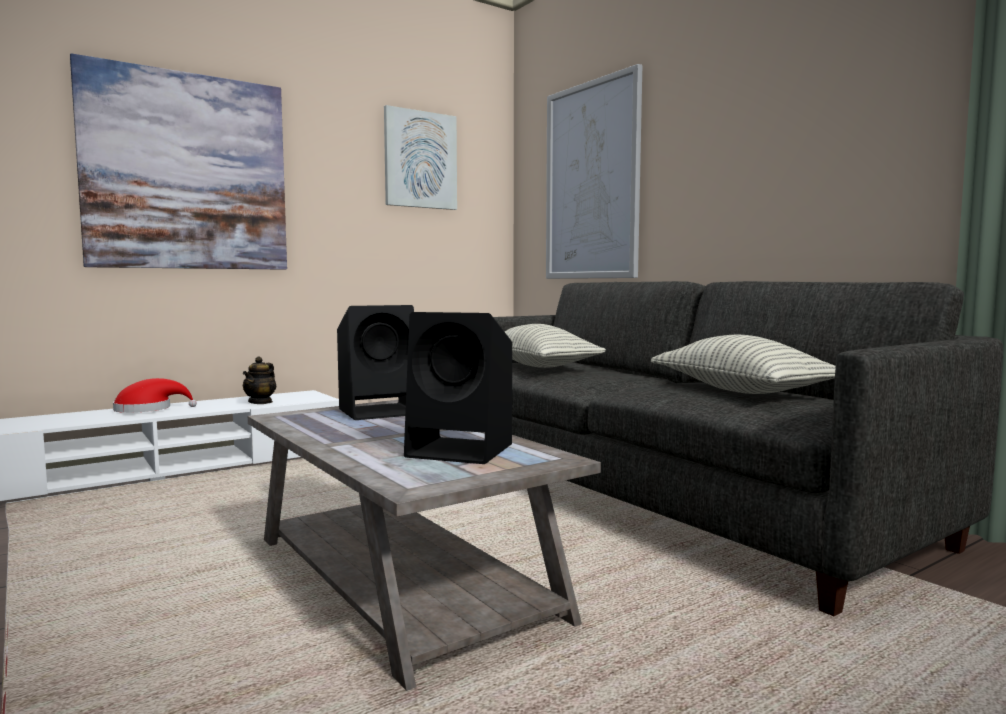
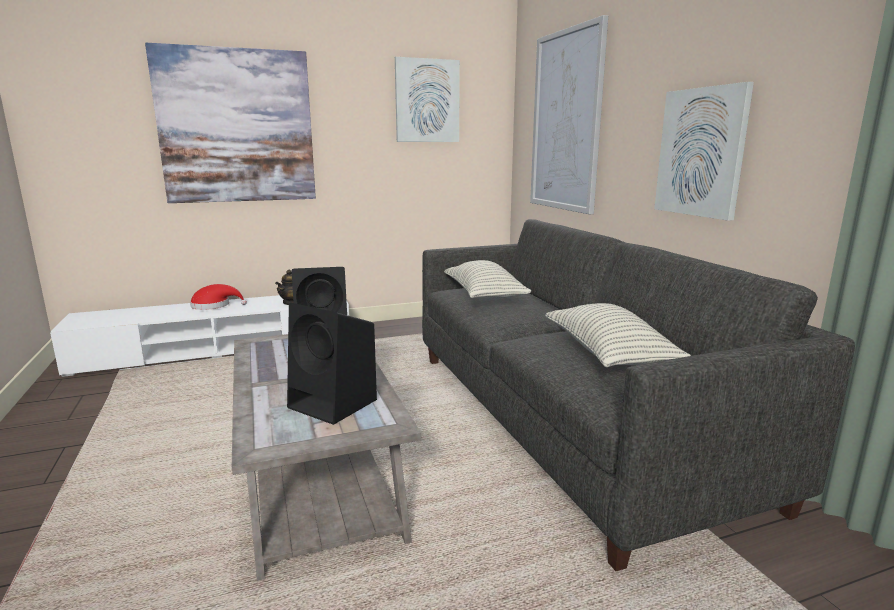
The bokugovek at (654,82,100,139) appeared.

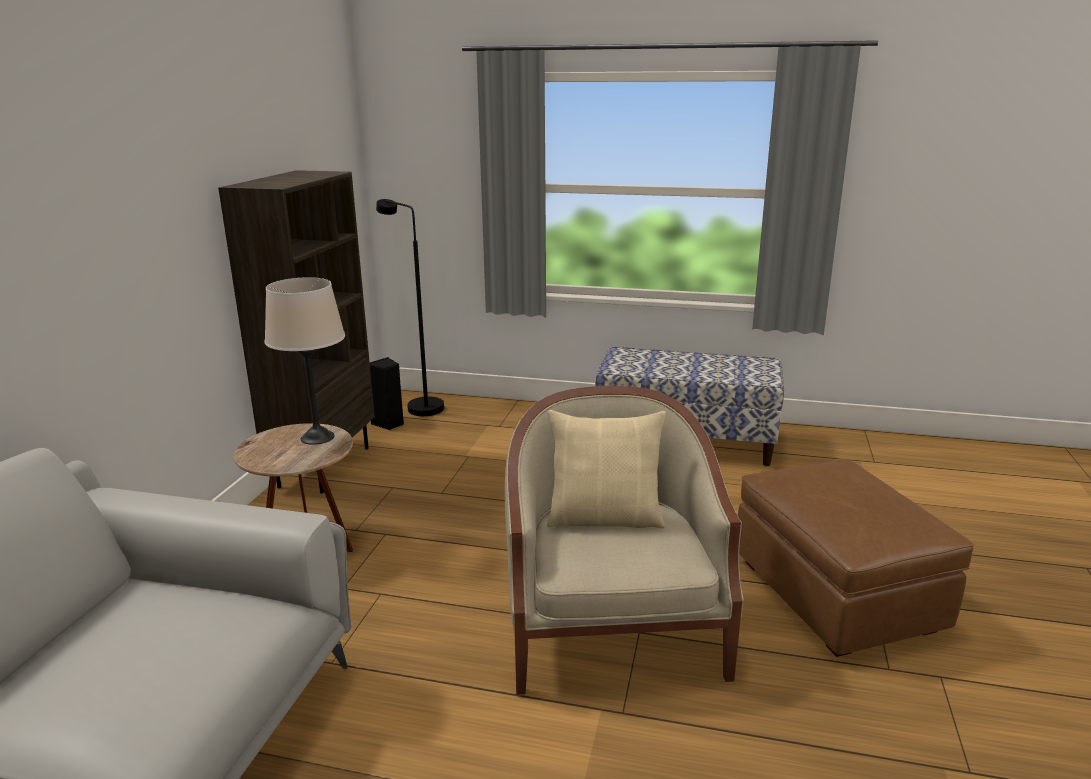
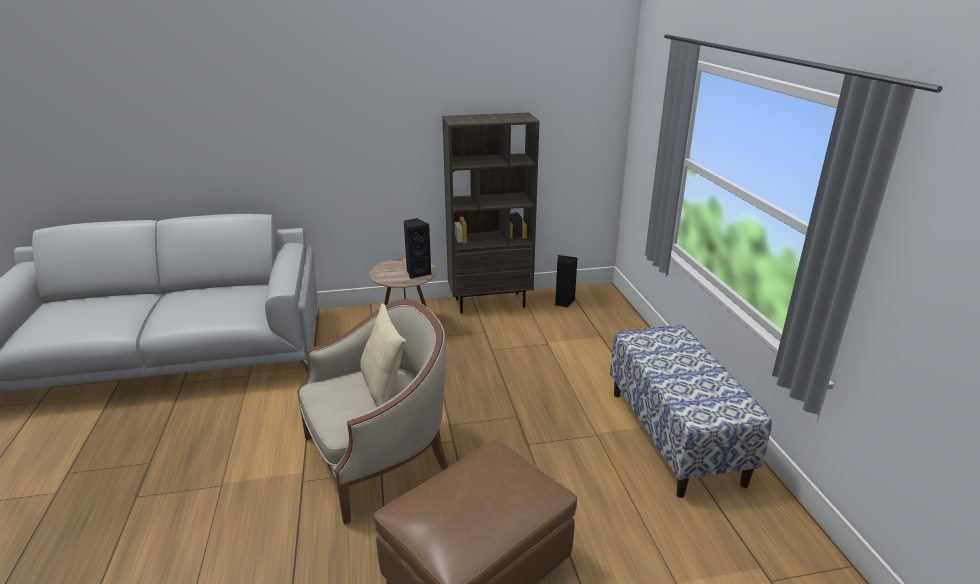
The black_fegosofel at (376,199,68,217) disappeared.
The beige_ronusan at (265,277,80,168) was replaced by the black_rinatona at (404,218,27,61).

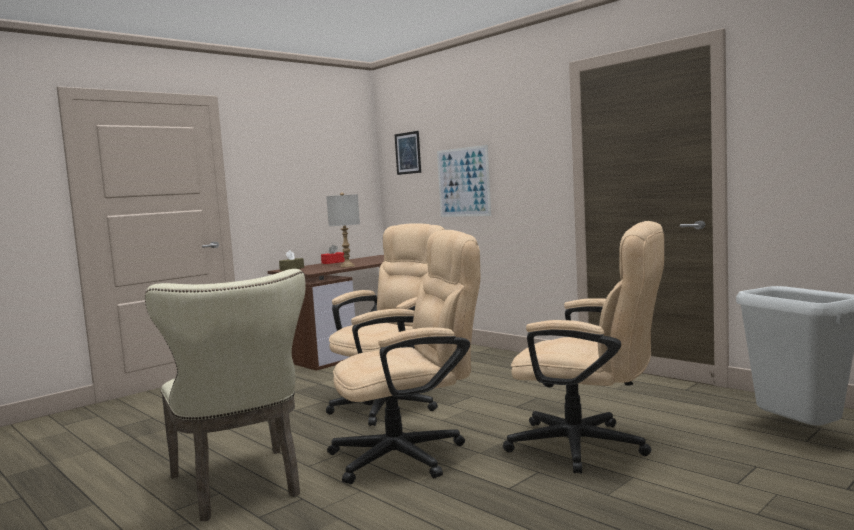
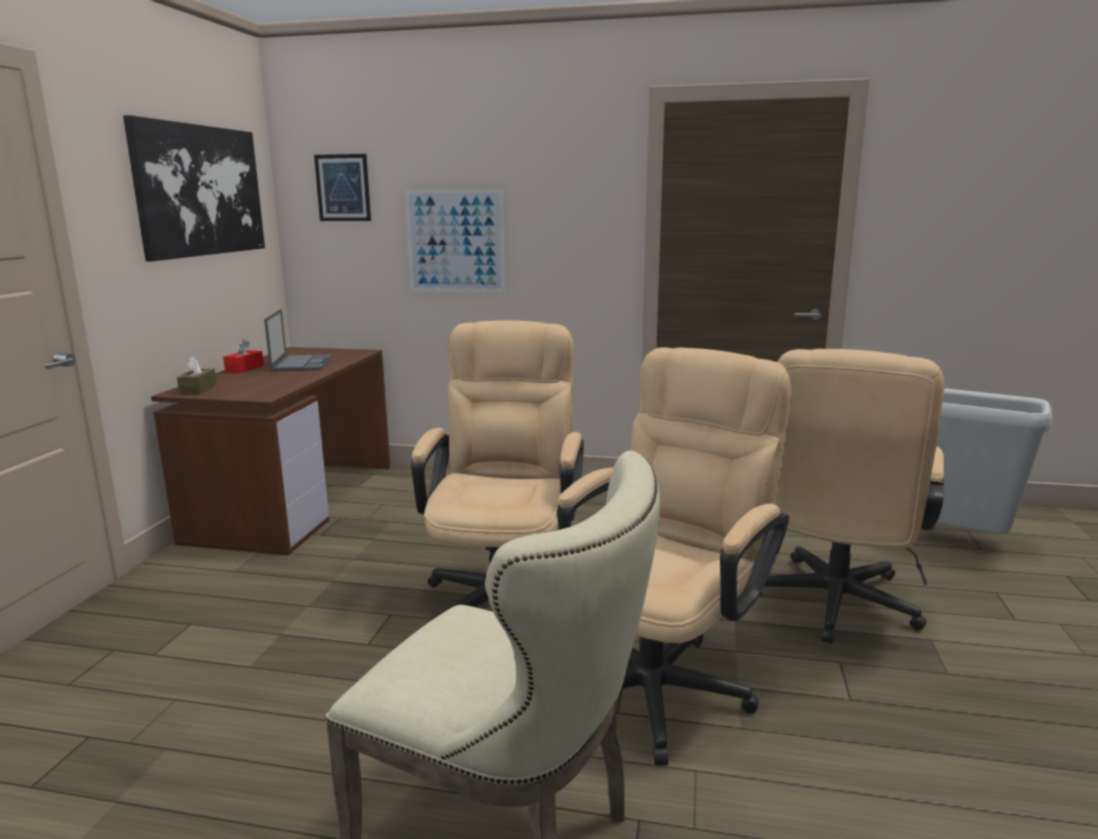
The grey_ronusan at (326,192,34,75) disappeared.
The bokugovek at (123,115,142,147) appeared.
The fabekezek at (264,309,68,62) appeared.
The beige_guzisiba at (503,221,161,253) turned 120 degrees clockwise.

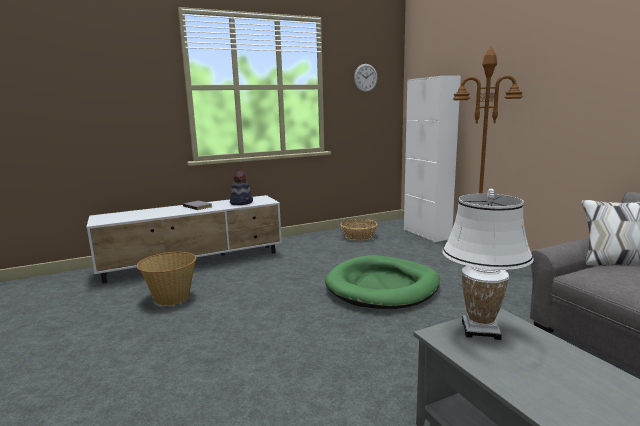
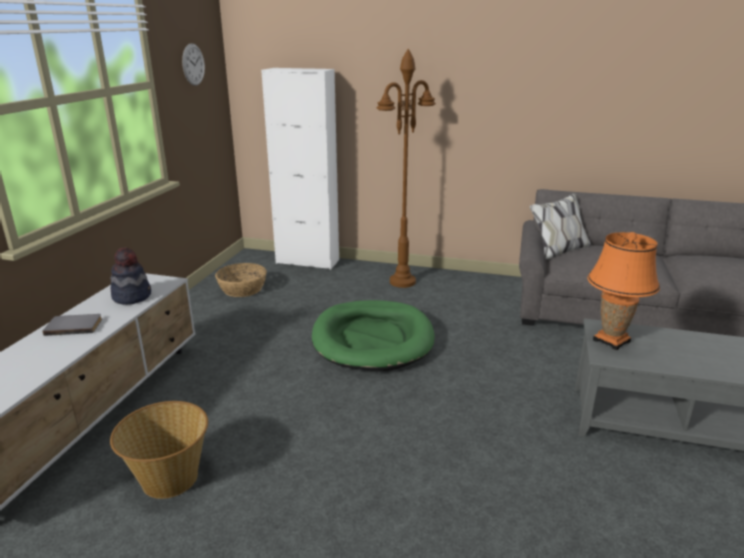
The white_ronusan at (442,189,92,151) became the orange_ronusan at (587,232,73,119).

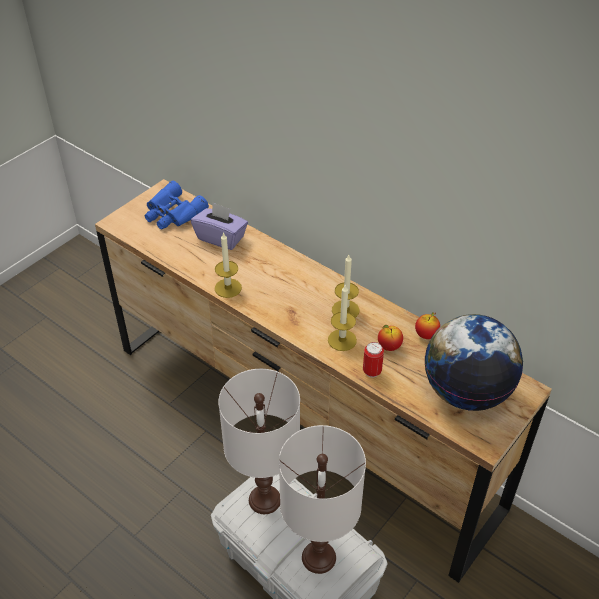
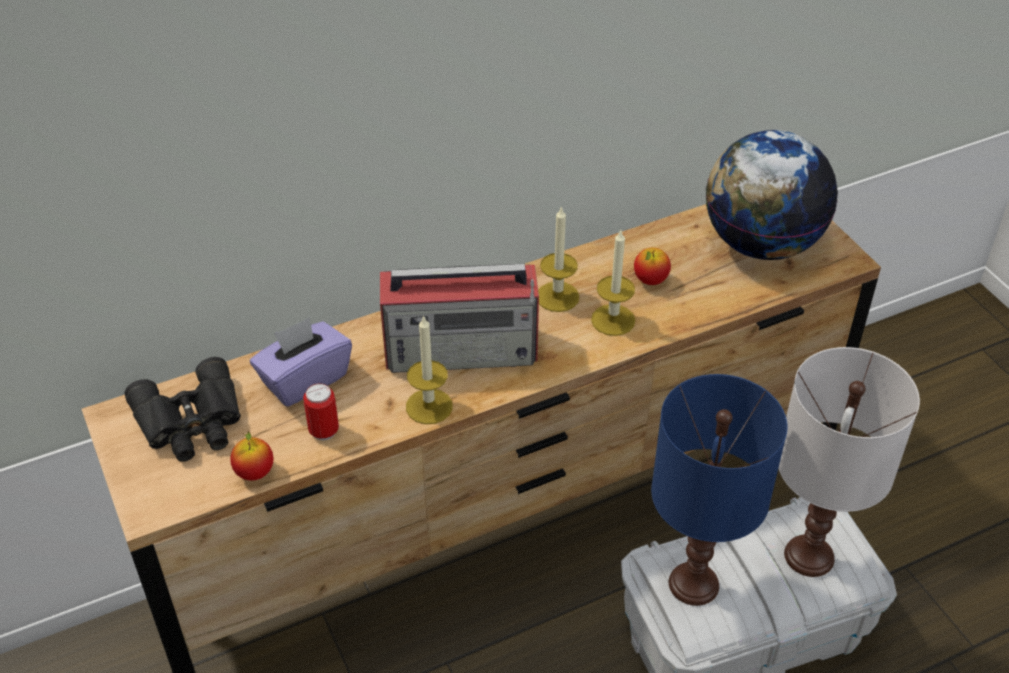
The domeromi at (380,264,159,109) appeared.
The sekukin moved from (363,342,21,35) to (303,383,36,57).
The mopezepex moved from (415,312,25,27) to (230,432,43,49).
The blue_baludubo at (144,181,65,49) became the black_baludubo at (125,357,116,105).
The white_ronusan at (218,369,82,145) became the blue_ronusan at (651,374,136,232).

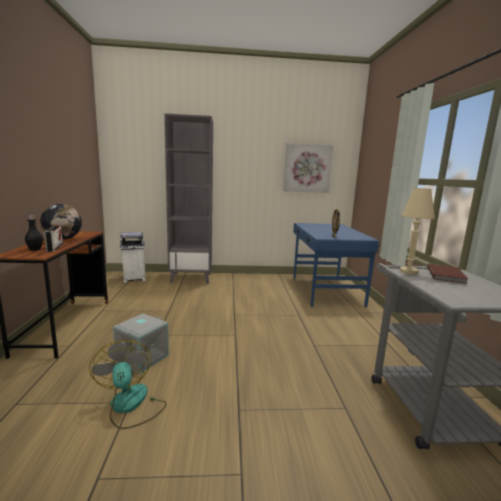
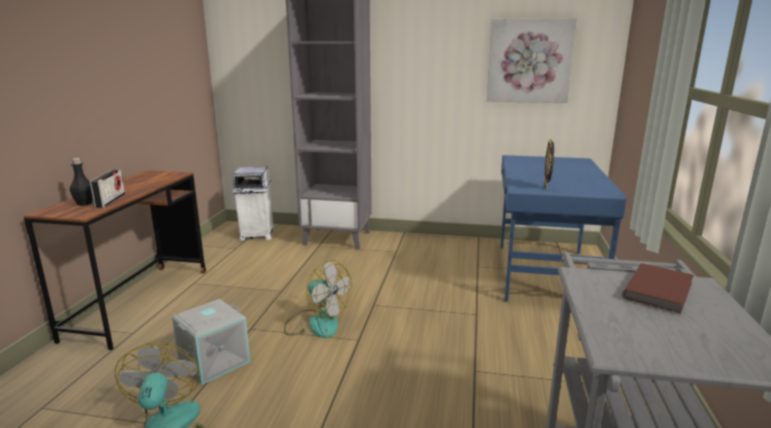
The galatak at (40,204,42,36) disappeared.
The beige_ronusan at (400,188,35,87) disappeared.
The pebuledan at (284,260,68,78) appeared.

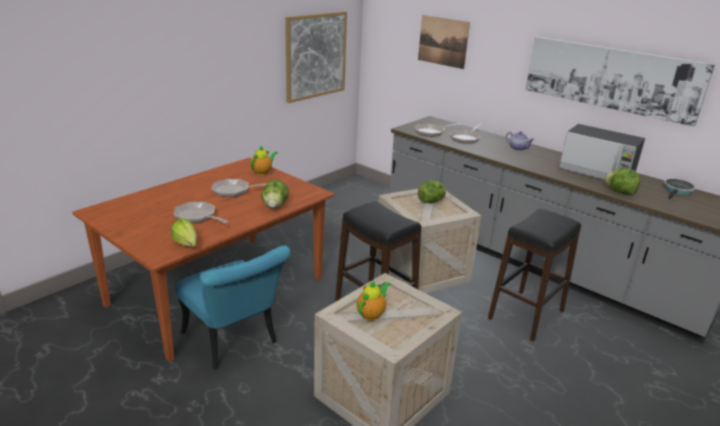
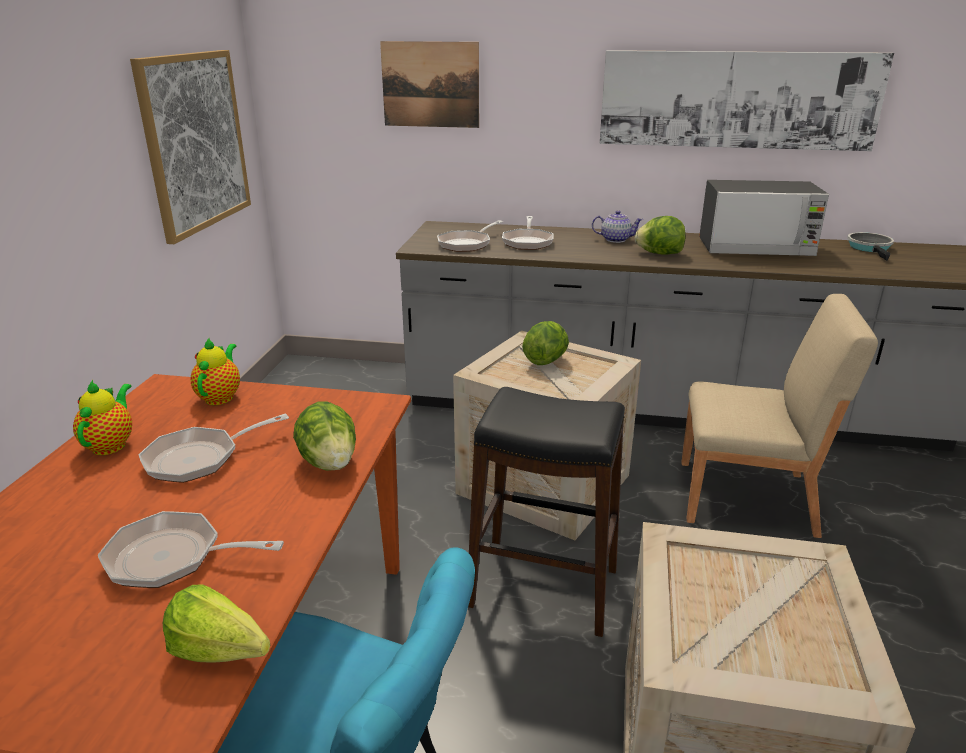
The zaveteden moved from (357,280,34,41) to (73,380,59,75).
The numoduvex moved from (604,168,37,27) to (635,216,51,39).
The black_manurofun at (488,209,93,132) was replaced by the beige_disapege at (681,294,197,244).

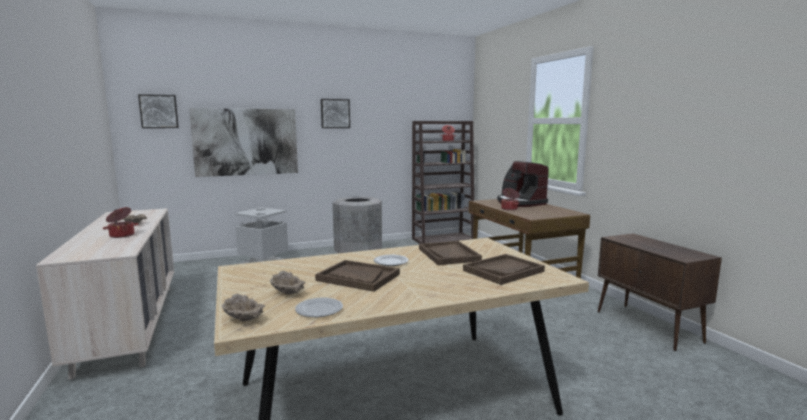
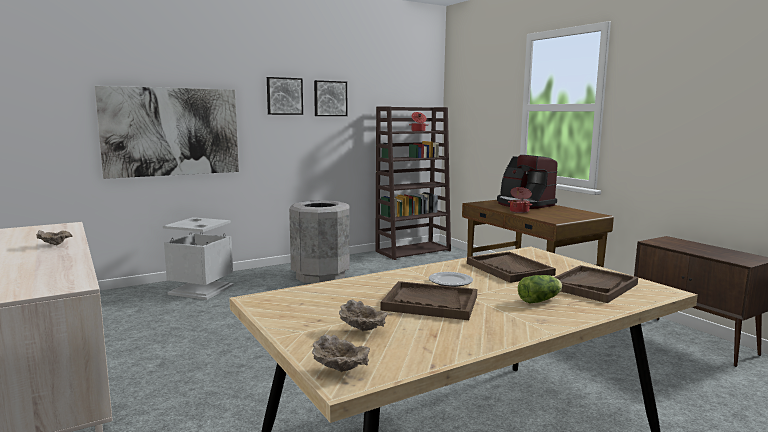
The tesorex at (103,207,35,31) disappeared.
The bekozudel at (295,298,48,19) disappeared.
The numoduvex at (518,275,44,29) appeared.
The bokugovek moved from (138,94,41,34) to (314,80,33,36).

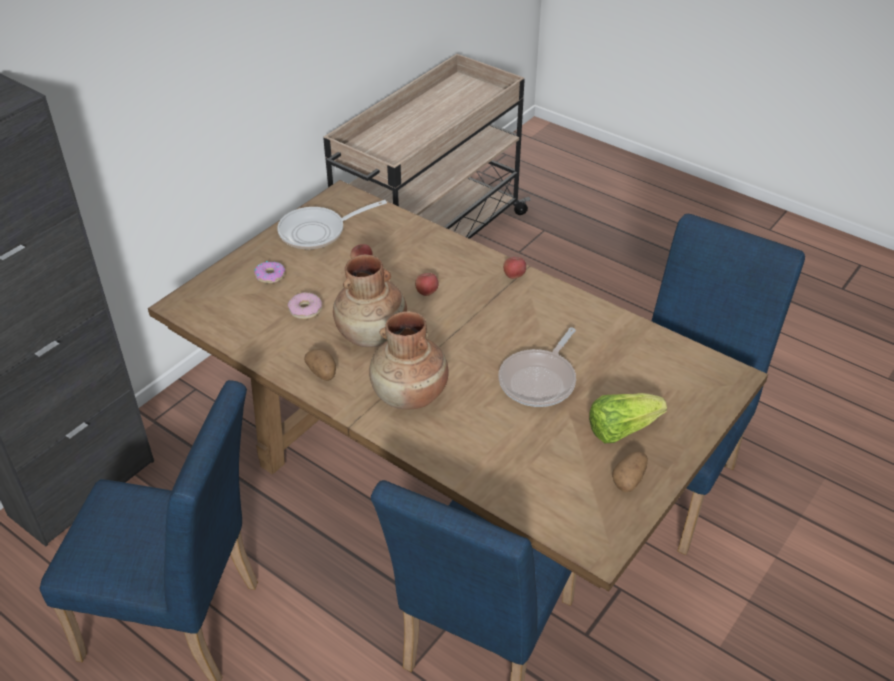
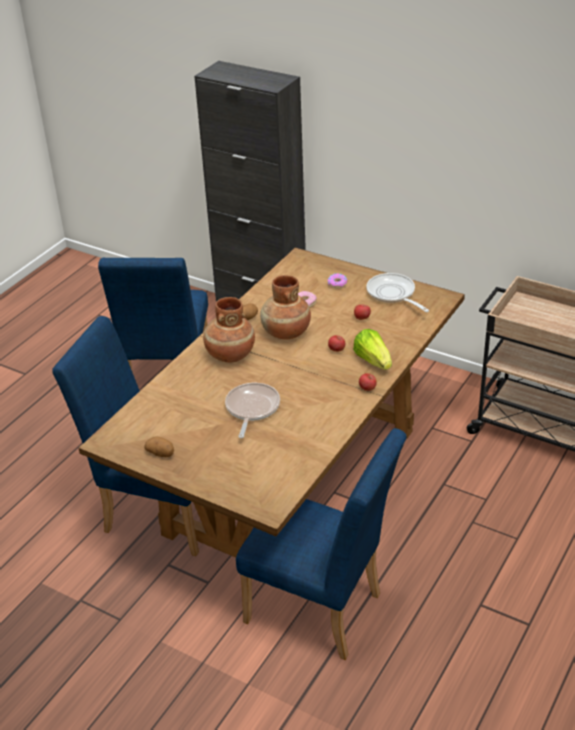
The numoduvex moved from (589,393,78,50) to (353,329,39,41).
The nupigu at (499,328,77,79) turned 75 degrees clockwise.

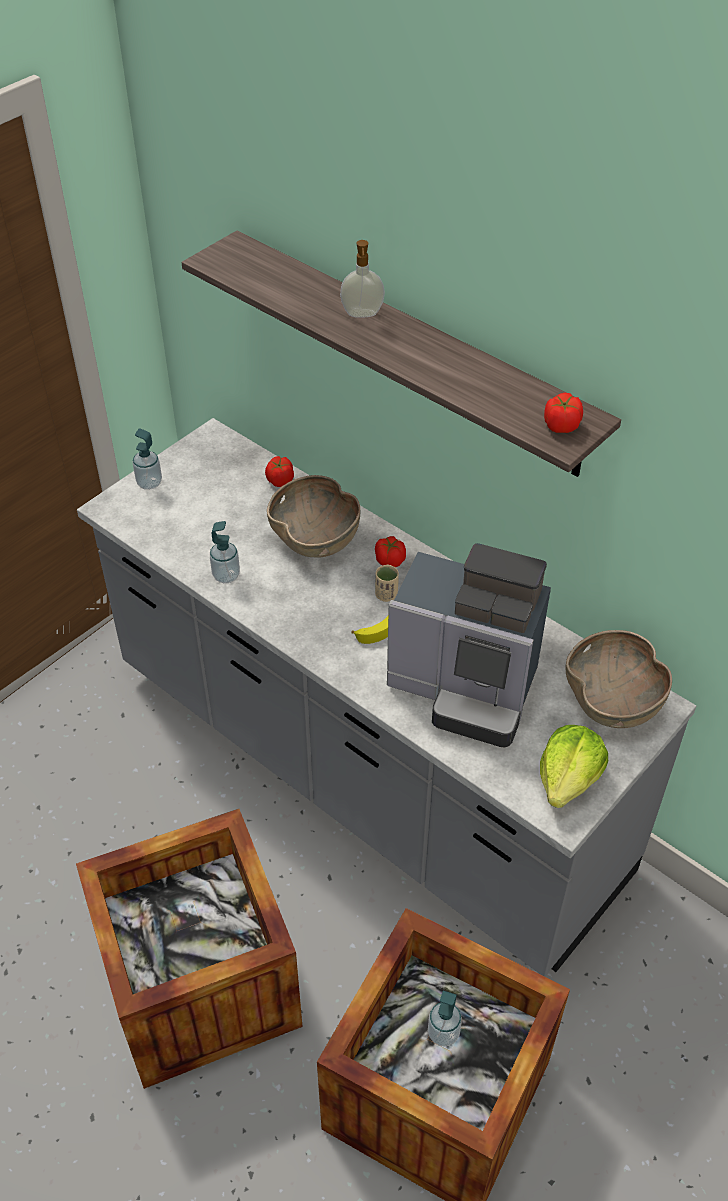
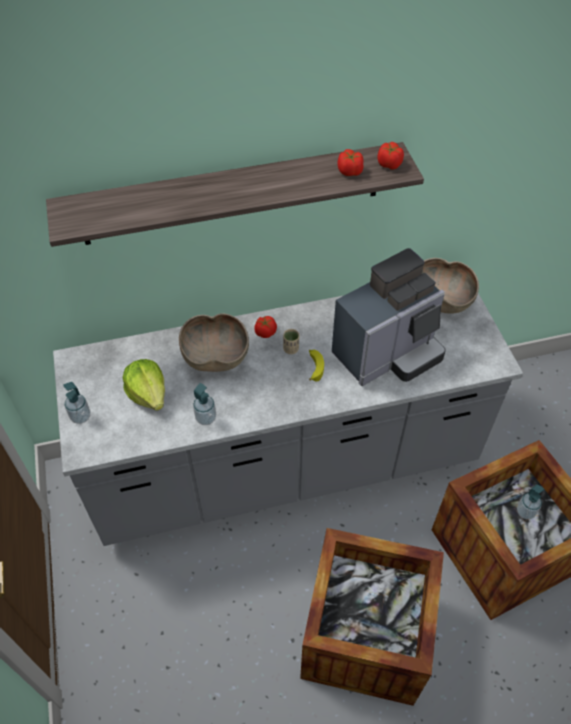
The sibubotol at (340,240,45,78) disappeared.
The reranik moved from (265,456,29,31) to (338,149,26,27).
The numoduvex moved from (540,725,68,83) to (123,359,42,52).

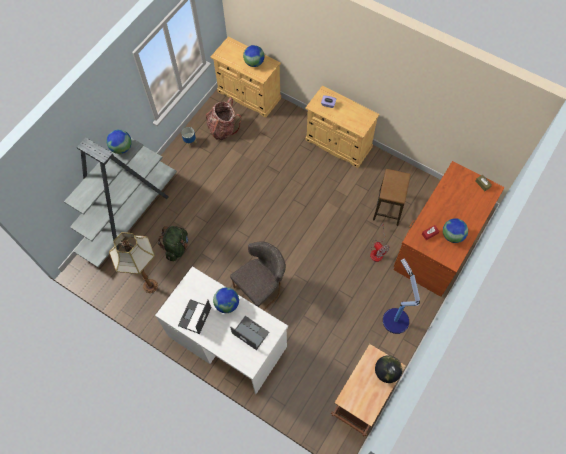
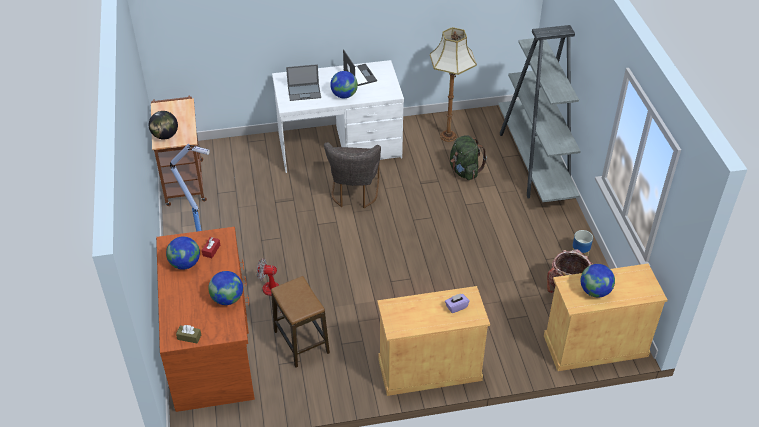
The galatak moved from (107,129,25,25) to (208,271,35,34).

